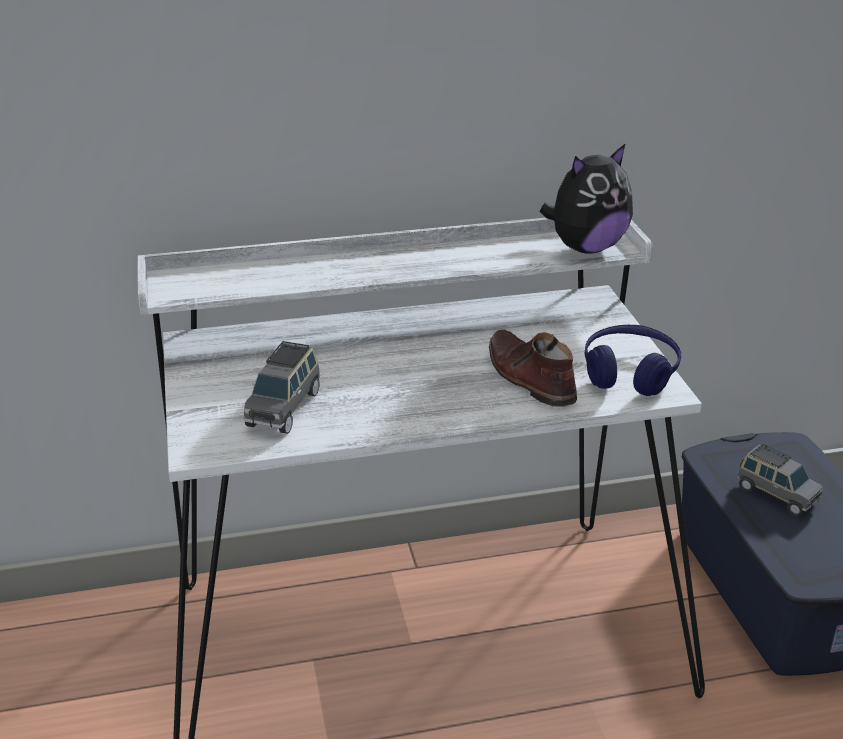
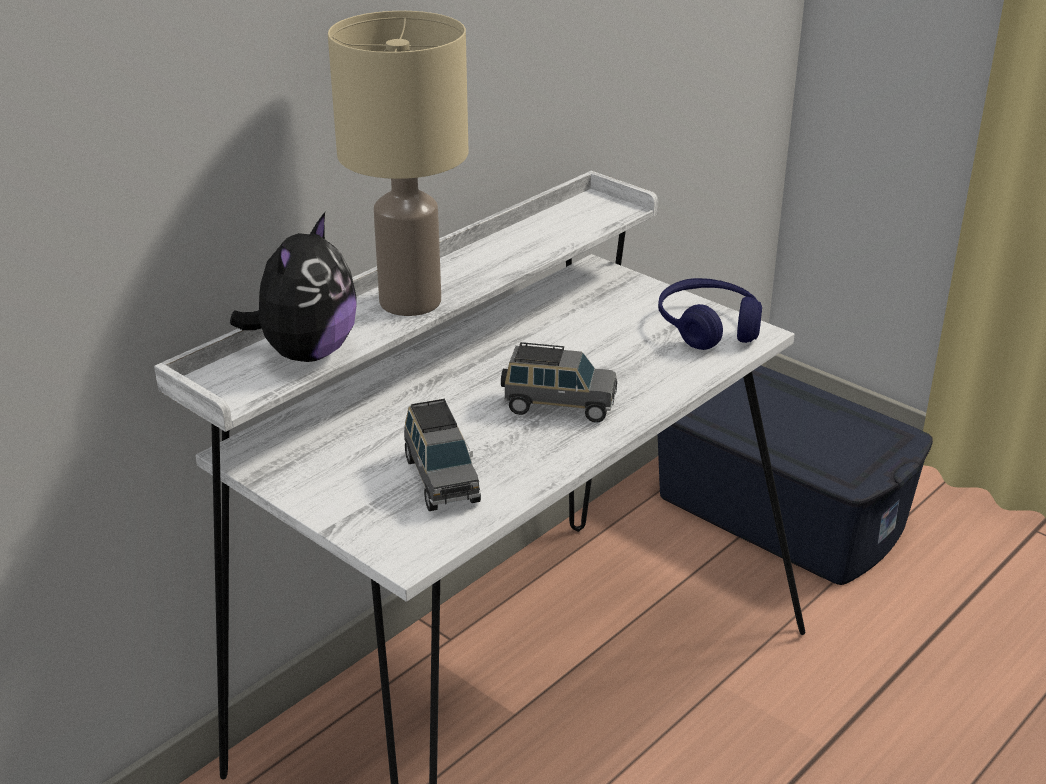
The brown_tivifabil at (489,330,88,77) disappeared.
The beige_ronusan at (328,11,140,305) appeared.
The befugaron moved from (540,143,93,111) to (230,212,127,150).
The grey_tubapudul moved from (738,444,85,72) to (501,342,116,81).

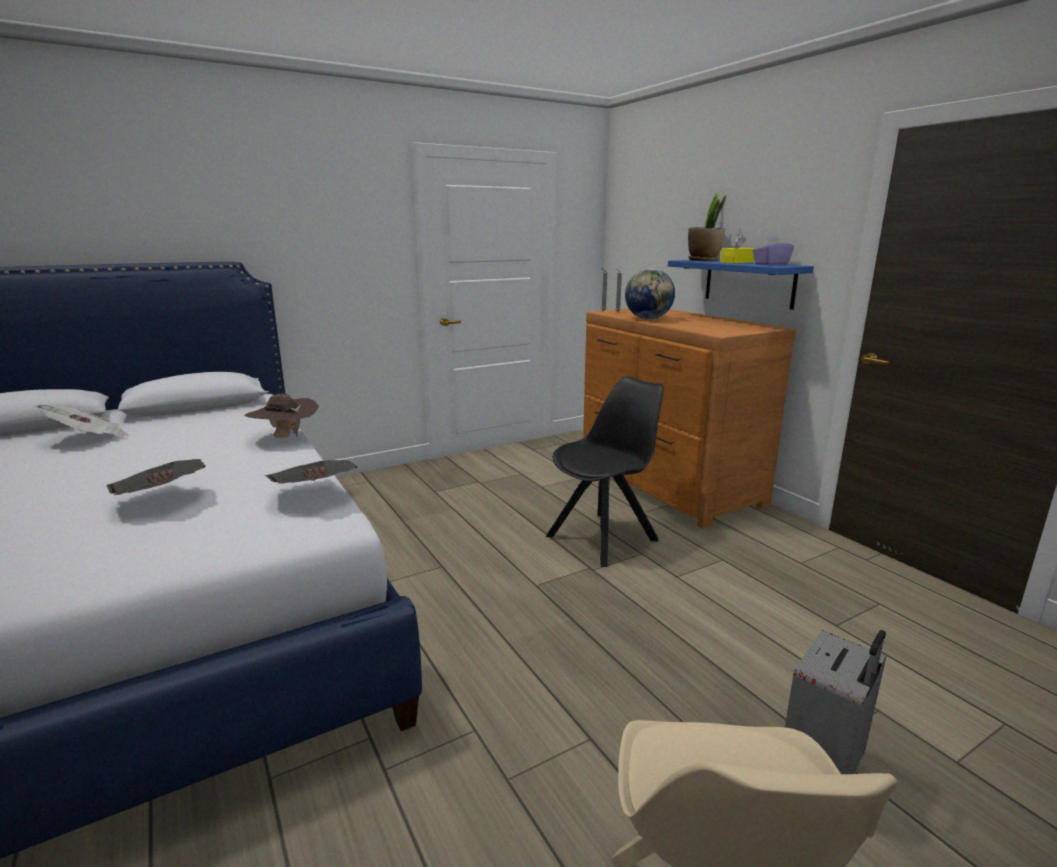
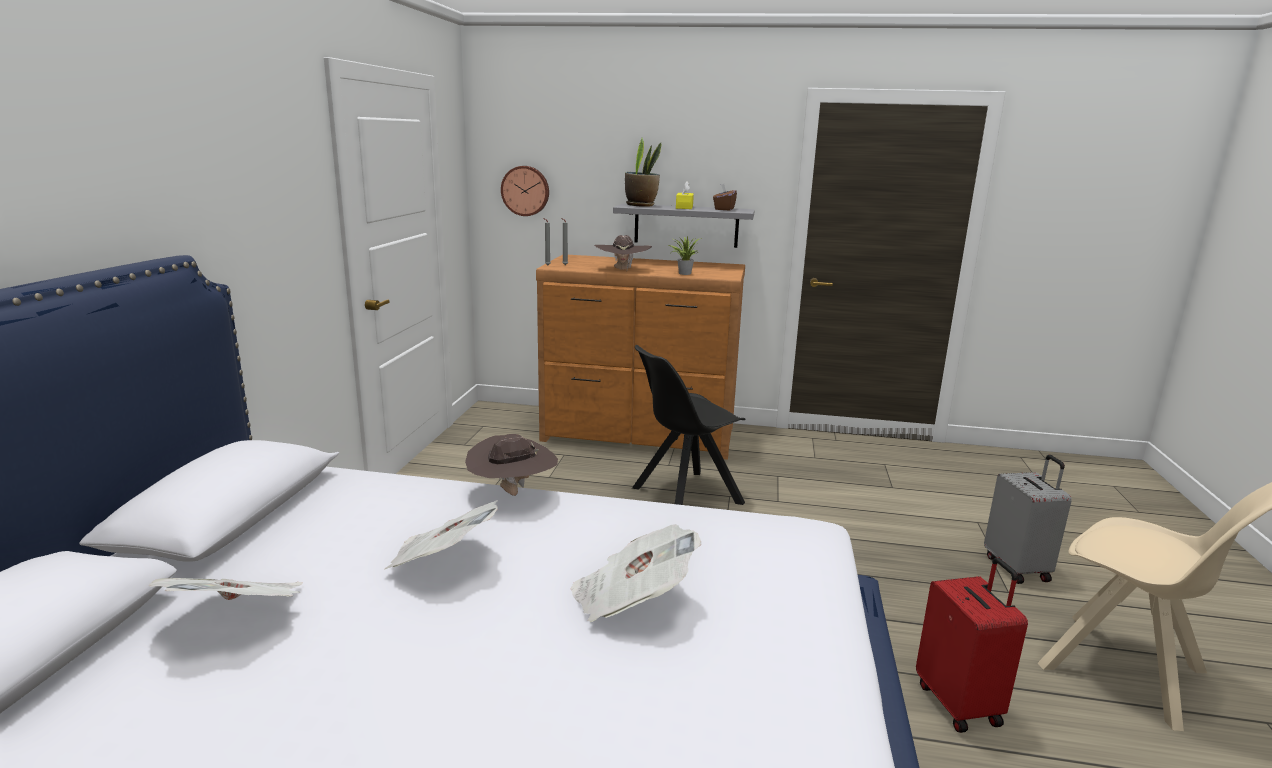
The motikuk at (501,166,48,50) appeared.
The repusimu at (669,236,33,39) appeared.
The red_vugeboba at (916,557,112,176) appeared.
The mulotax moved from (265,460,93,24) to (384,500,114,70).
The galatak at (625,268,50,51) was replaced by the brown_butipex at (594,235,58,34).
The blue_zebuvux at (668,260,146,50) became the grey_zebuvux at (613,203,142,45).
The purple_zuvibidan at (752,236,42,29) became the brown_zuvibidan at (713,184,24,26).
The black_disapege at (546,376,117,191) turned 120 degrees counterclockwise.

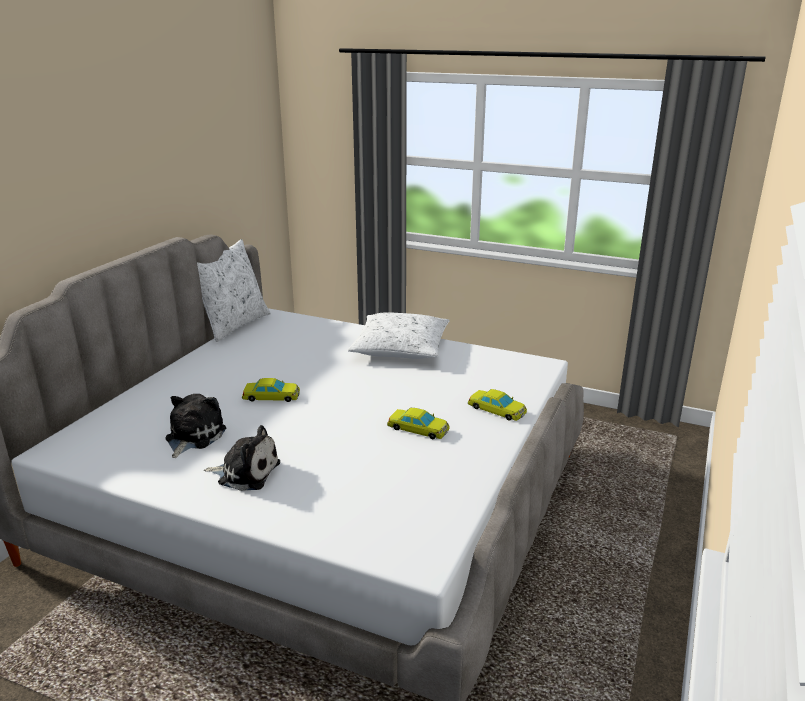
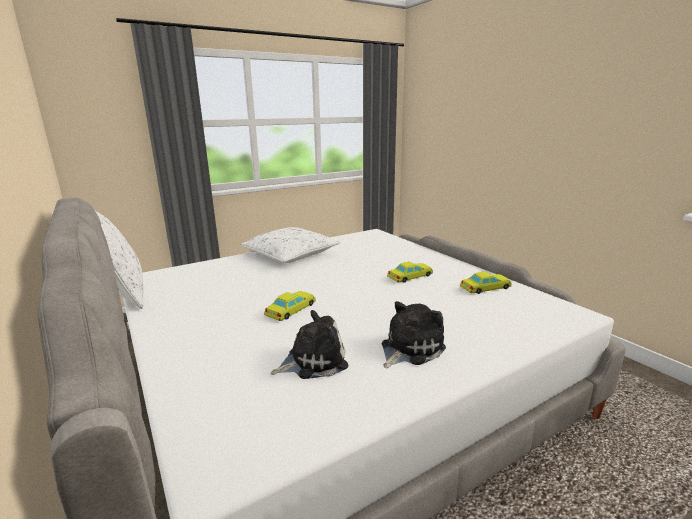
The yellow_tubapudul moved from (468,389,59,32) to (460,272,52,22).
The befugaron at (165,394,61,64) turned 105 degrees clockwise.

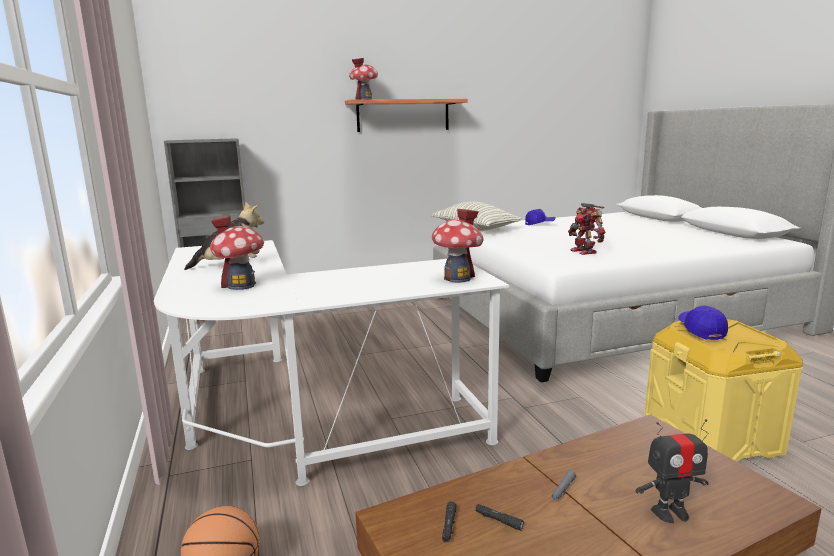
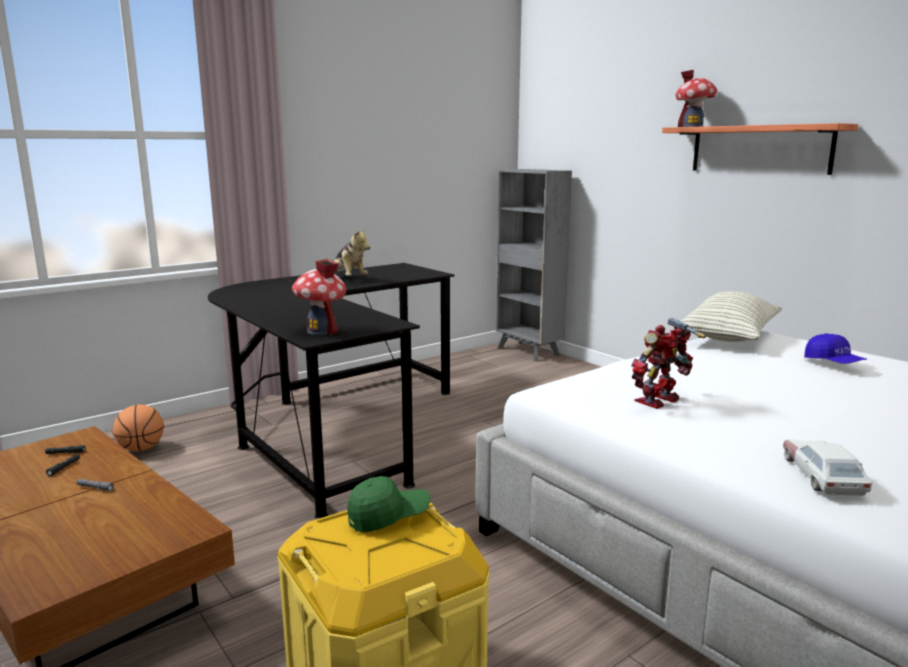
The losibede at (210,215,54,75) disappeared.
The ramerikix at (636,419,73,104) disappeared.
The tubapudul at (783,440,89,57) appeared.
The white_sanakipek at (154,240,355,246) became the black_sanakipek at (208,263,247,256).
The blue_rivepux at (678,305,50,35) became the green_rivepux at (348,476,82,56).

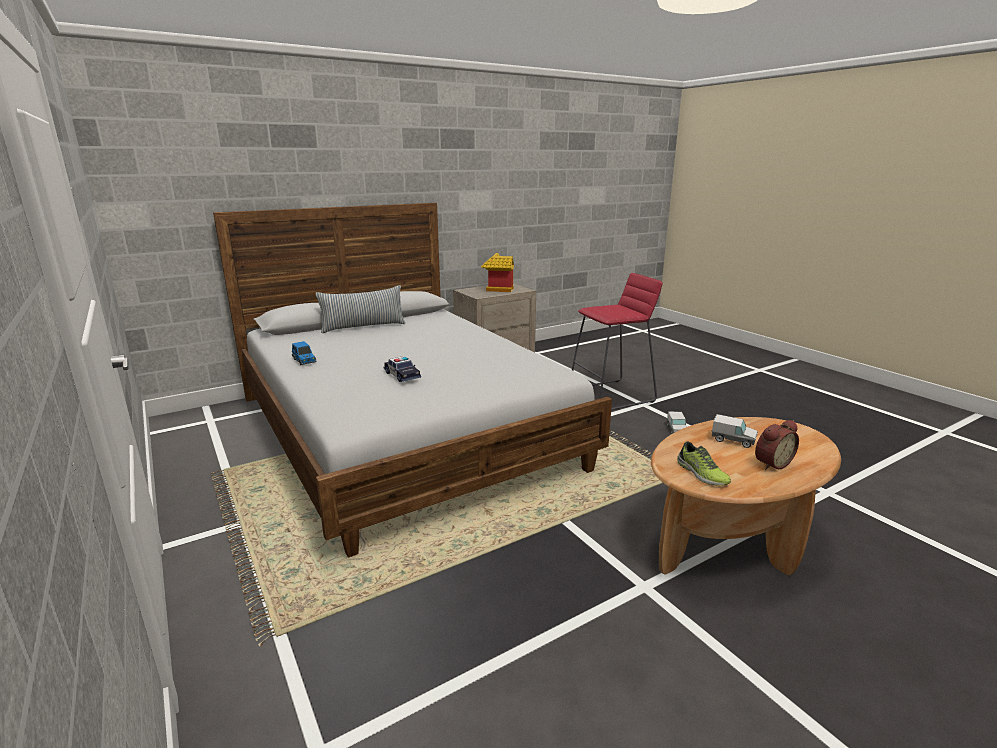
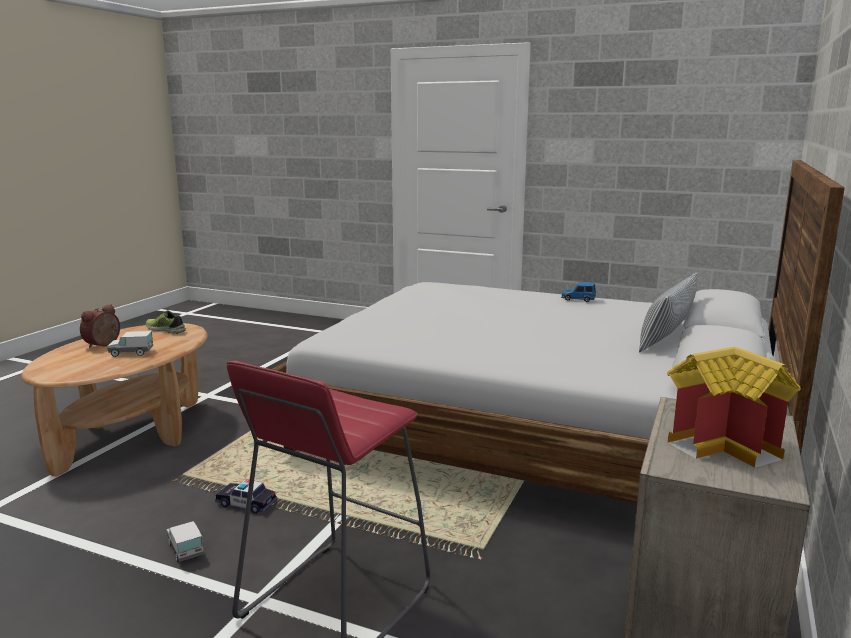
The tubapudul moved from (384,356,37,26) to (215,479,62,35).

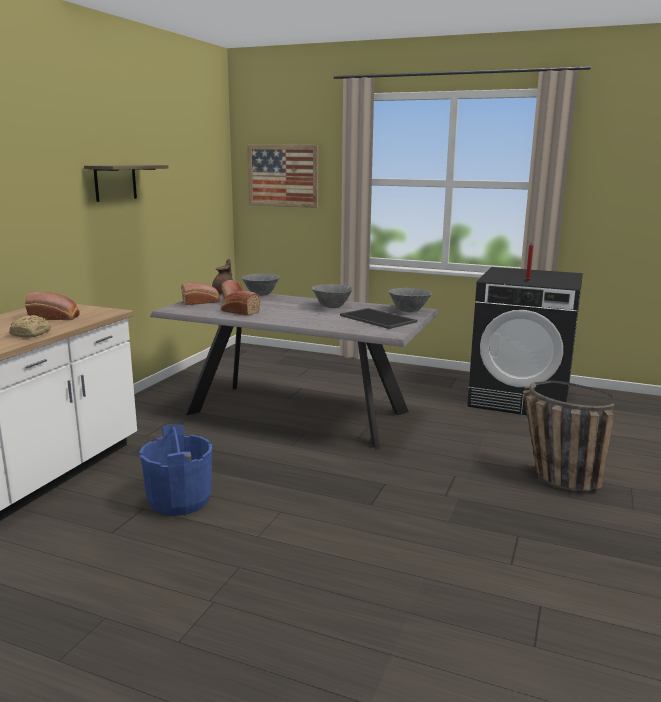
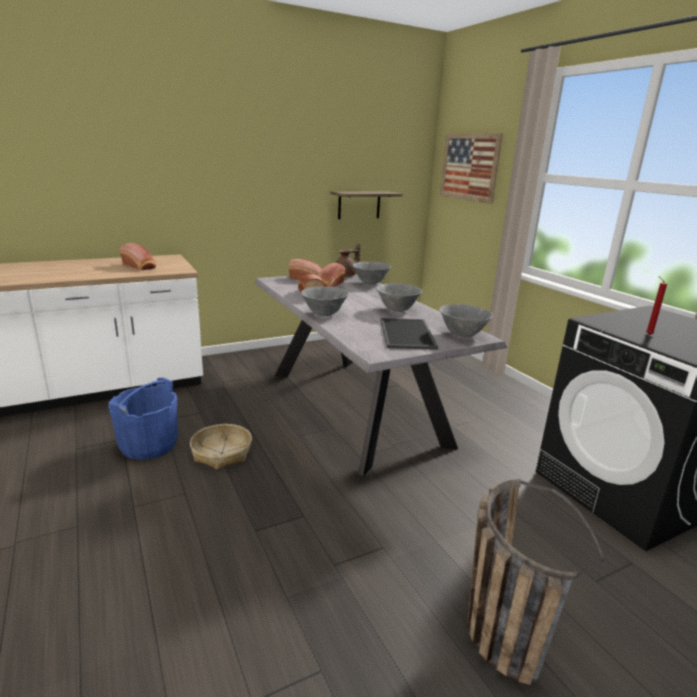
The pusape at (9,315,42,23) disappeared.
The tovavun at (190,424,62,46) appeared.
The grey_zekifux at (301,286,48,30) appeared.
The zebuvux moved from (84,165,84,37) to (330,191,73,28).

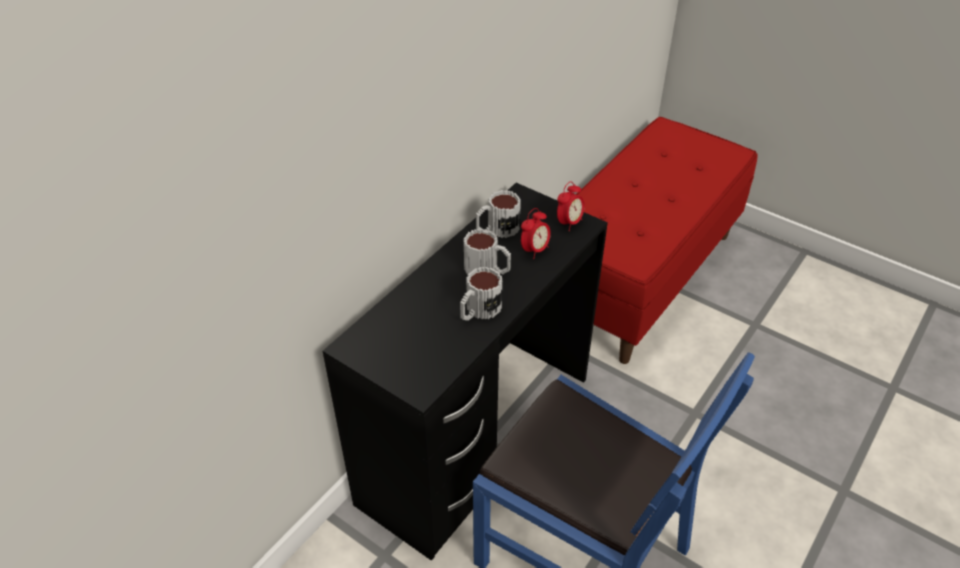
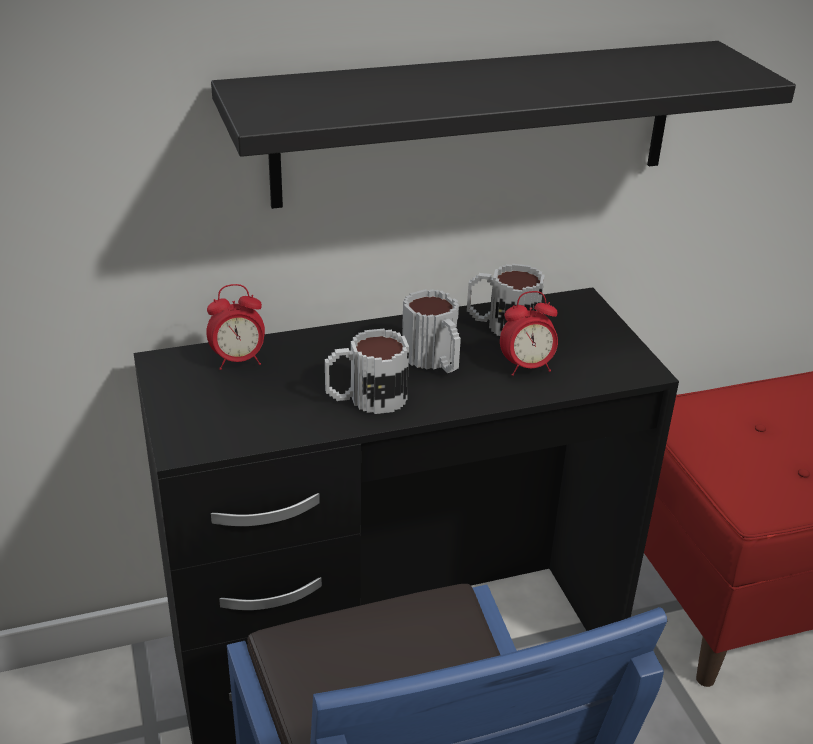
The black_zebuvux at (211,41,585,168) appeared.
The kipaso moved from (557,181,28,50) to (206,284,59,86).

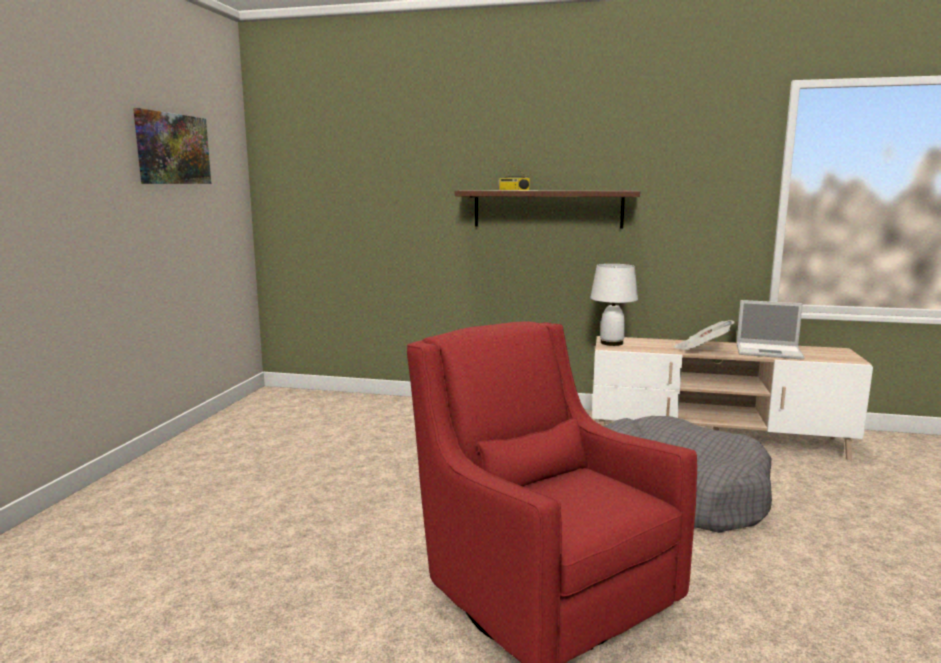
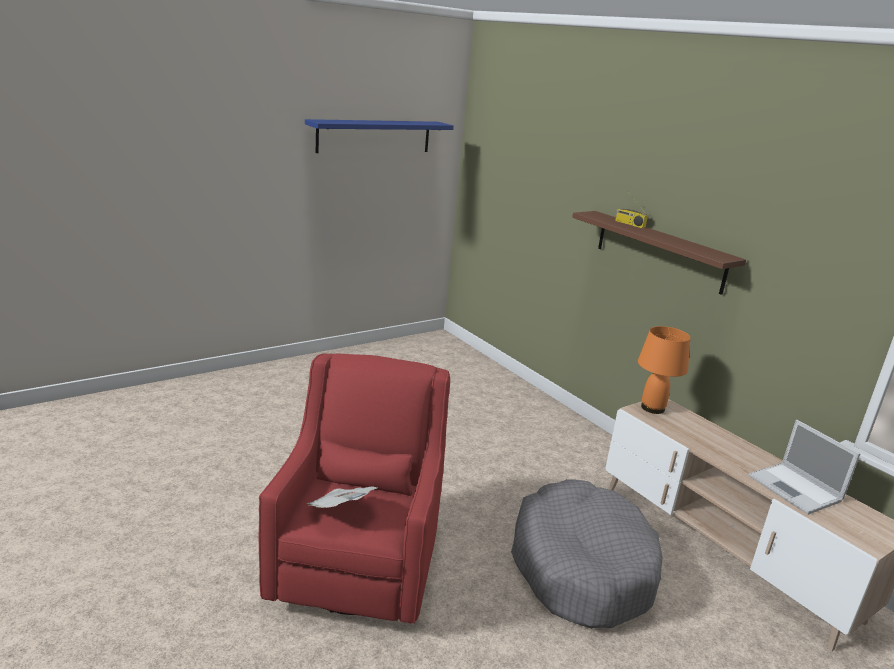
The mulotax moved from (674,320,61,31) to (307,486,70,22).
The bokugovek at (133,108,78,76) was replaced by the blue_zebuvux at (305,119,149,34).
The white_ronusan at (590,264,48,82) became the orange_ronusan at (638,326,52,88).

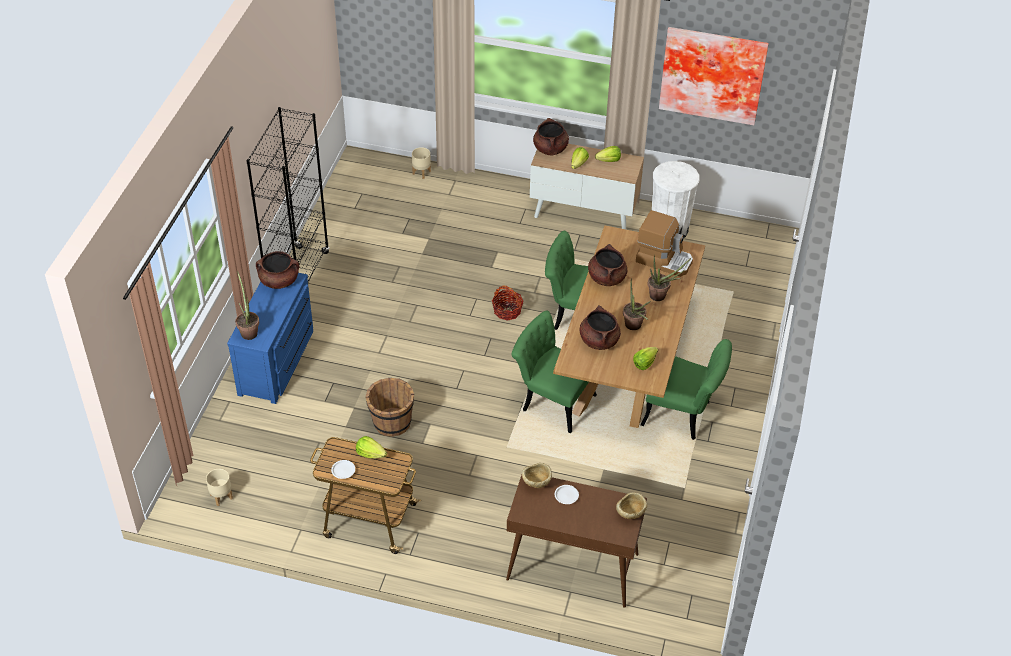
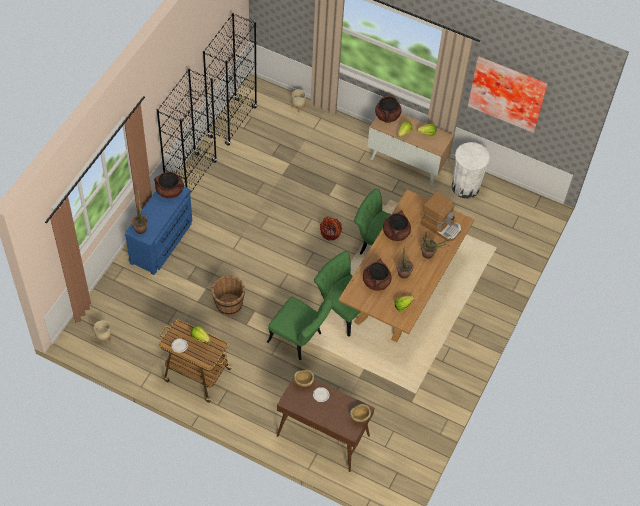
The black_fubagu at (203,13,54,133) appeared.
The green_disapege moved from (641,339,91,101) to (267,296,66,64).

